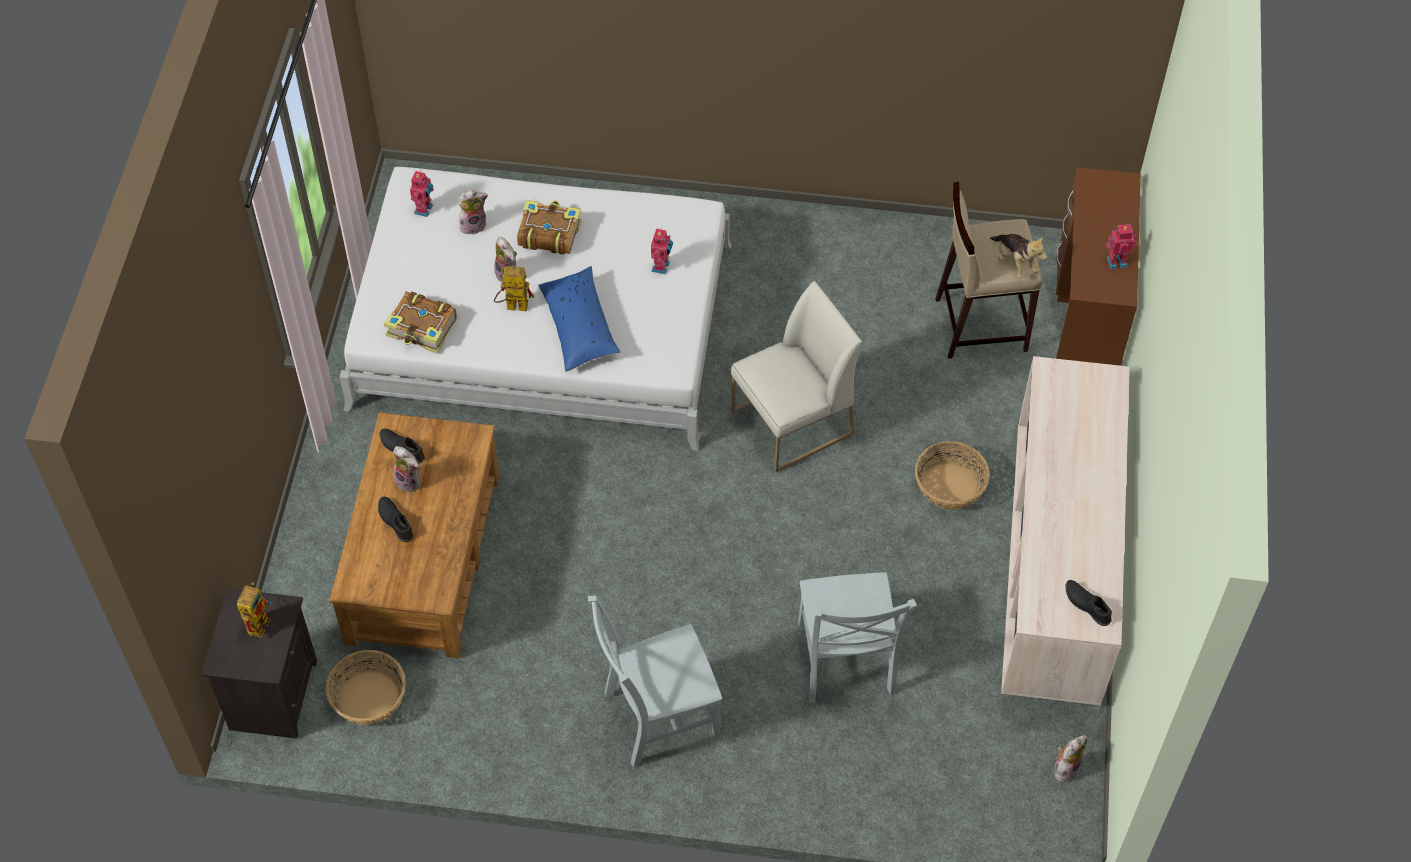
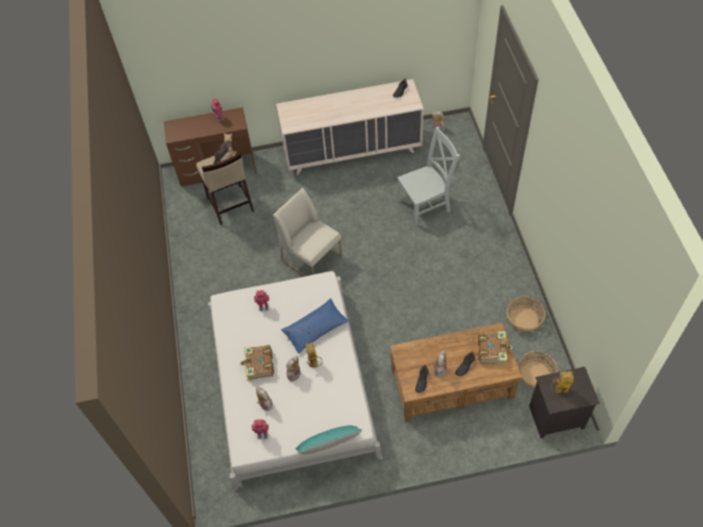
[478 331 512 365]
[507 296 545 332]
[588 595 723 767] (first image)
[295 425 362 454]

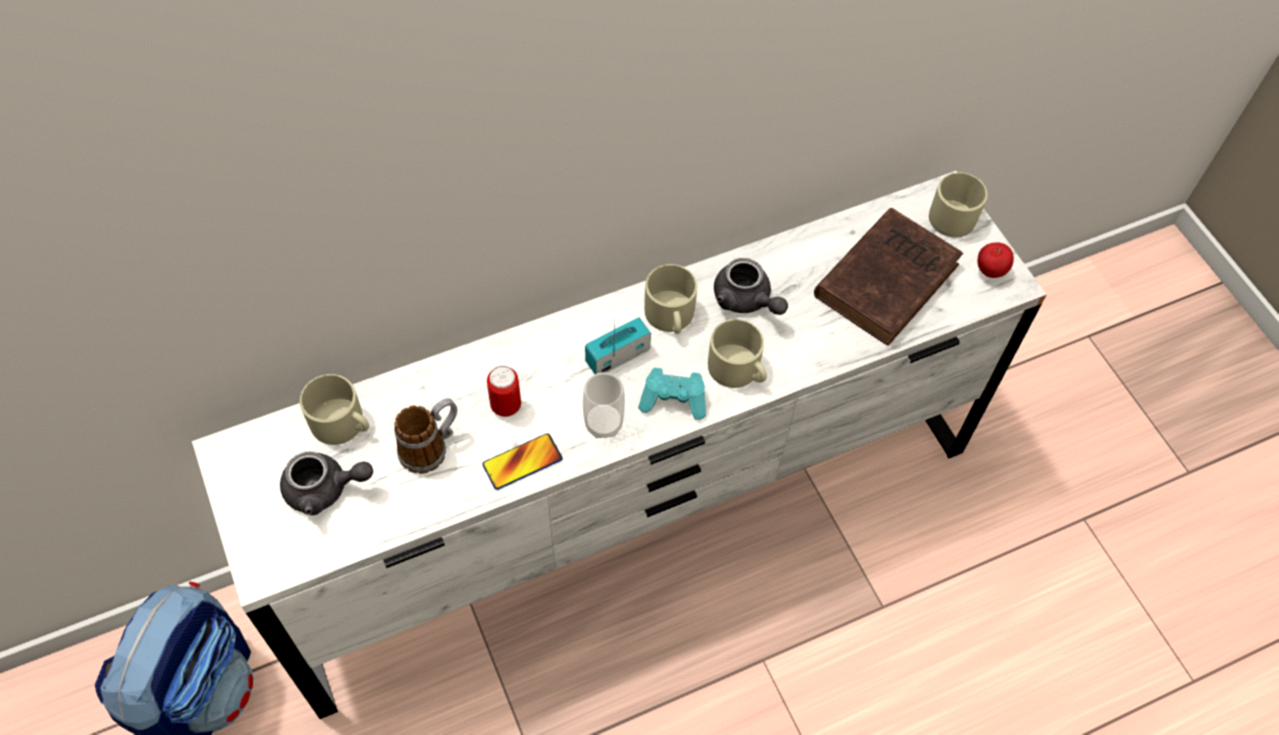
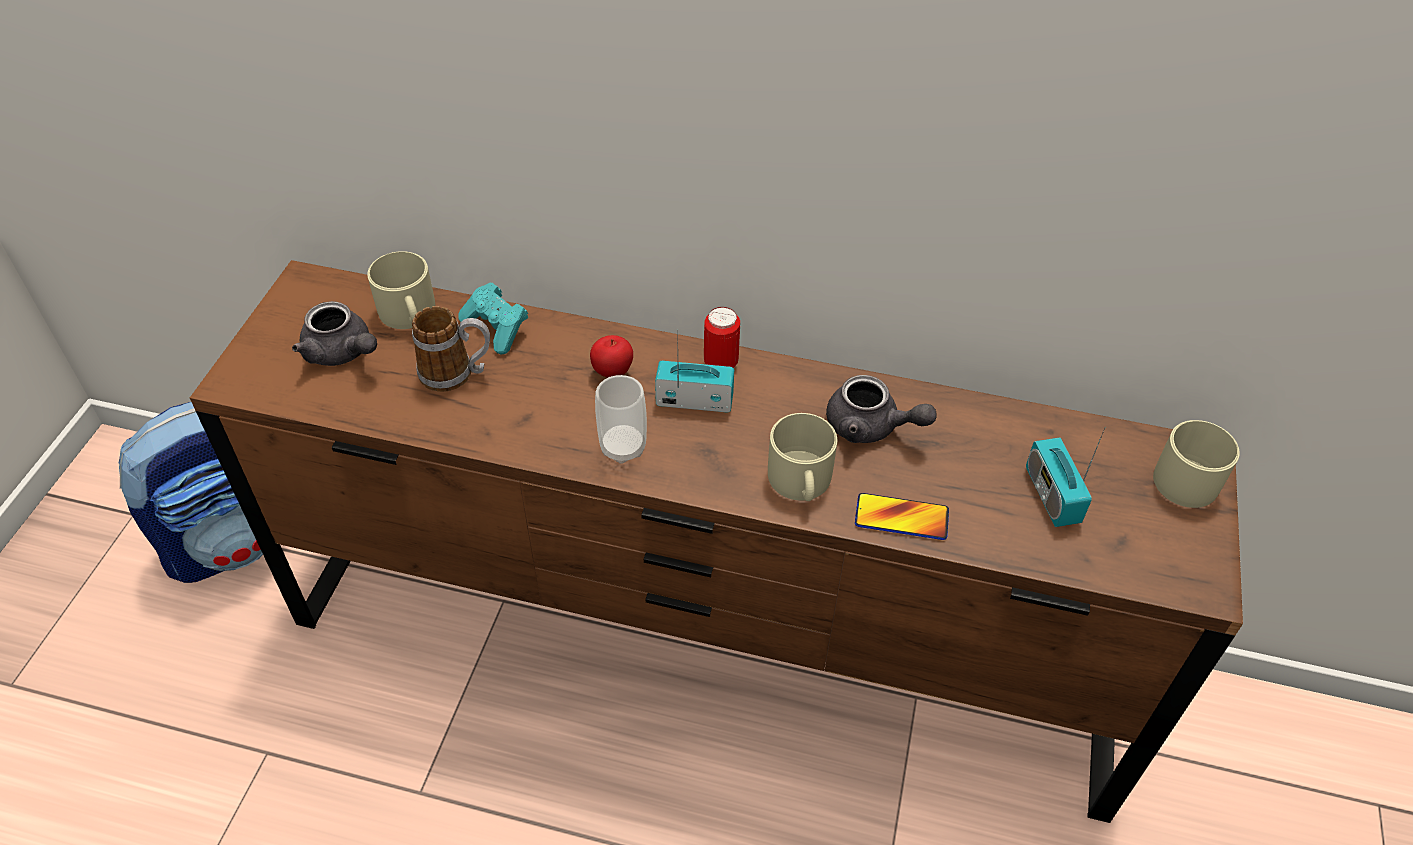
[190 260 1243 823]
[1026 428 1105 527]
[590 335 633 378]
[826 375 937 443]
[644 264 697 334] (first image)
[704 307 740 368]
[458 282 528 354]
[855 493 949 540]

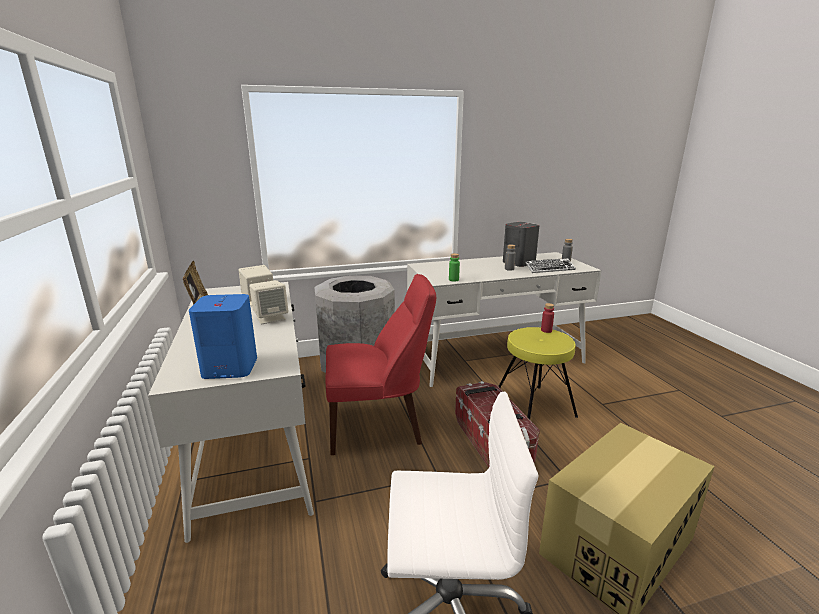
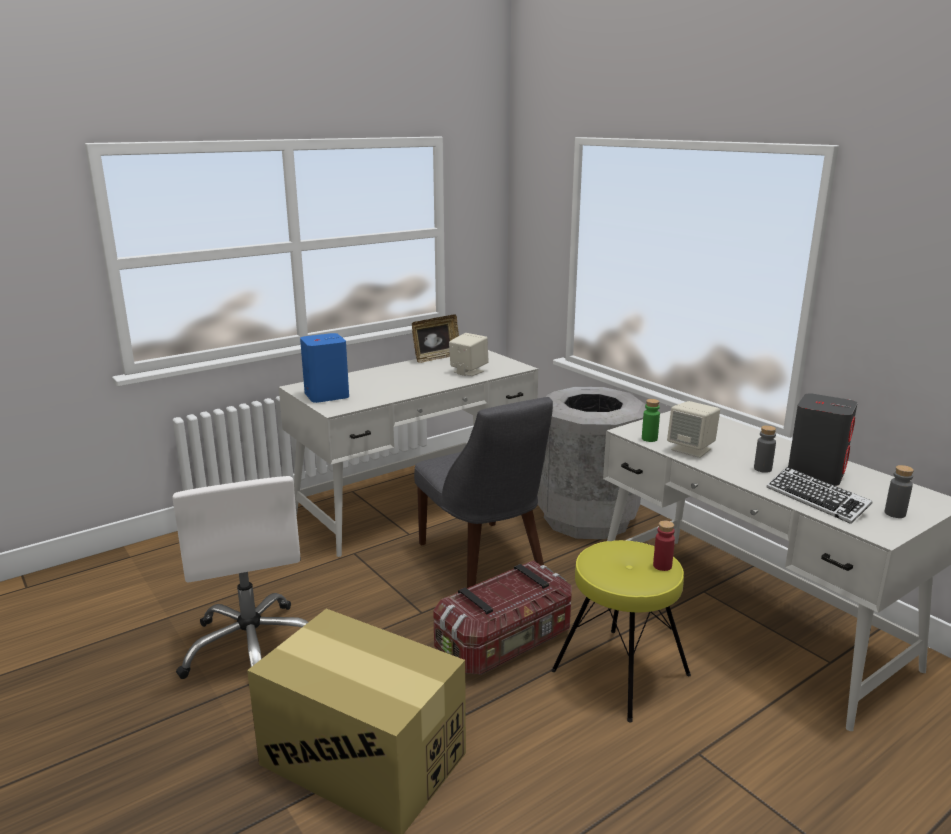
[414 397 553 588]
[667 401 720 458]

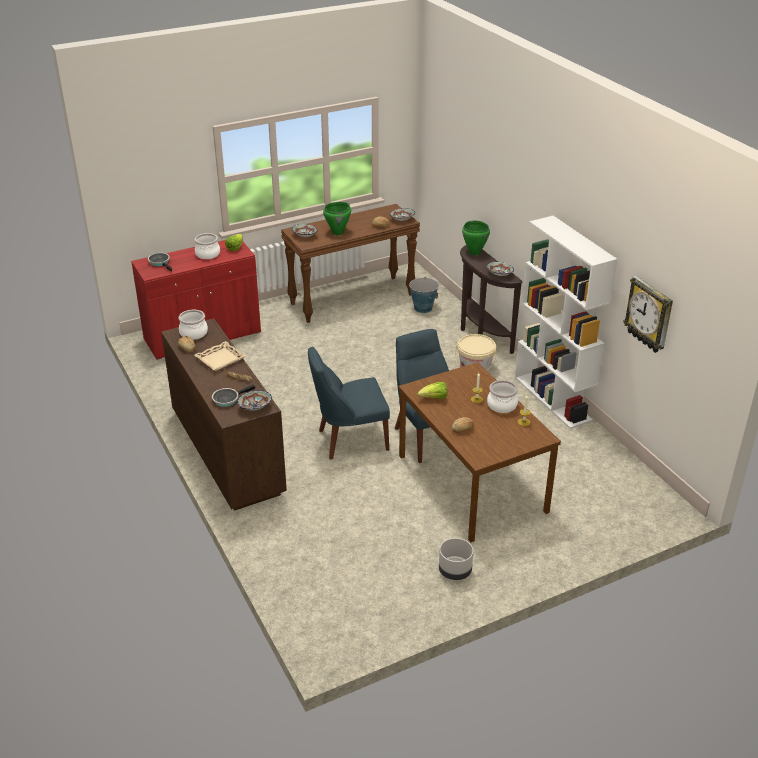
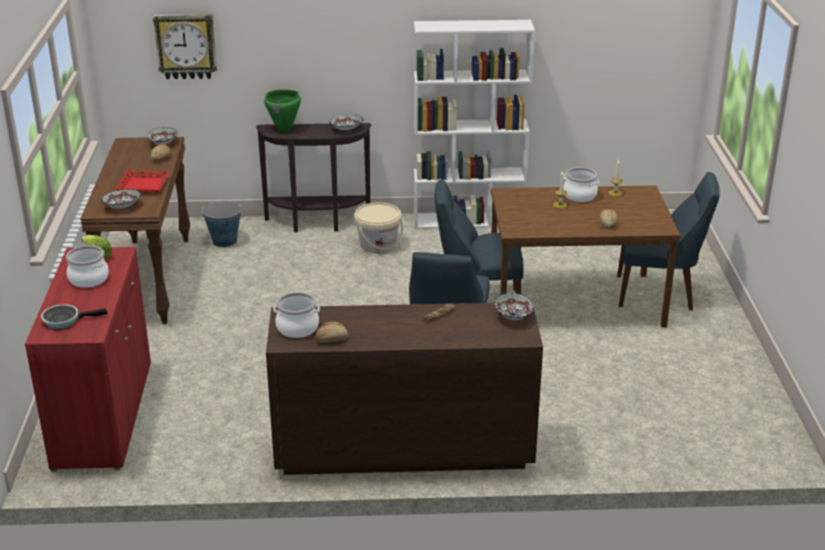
[115 170 170 193]
[153 14 217 79]
[195 341 246 371] (first image)
[417 382 447 399] (first image)
[212 384 255 407] (first image)
[439 538 473 580] (first image)
[617 172 720 310]

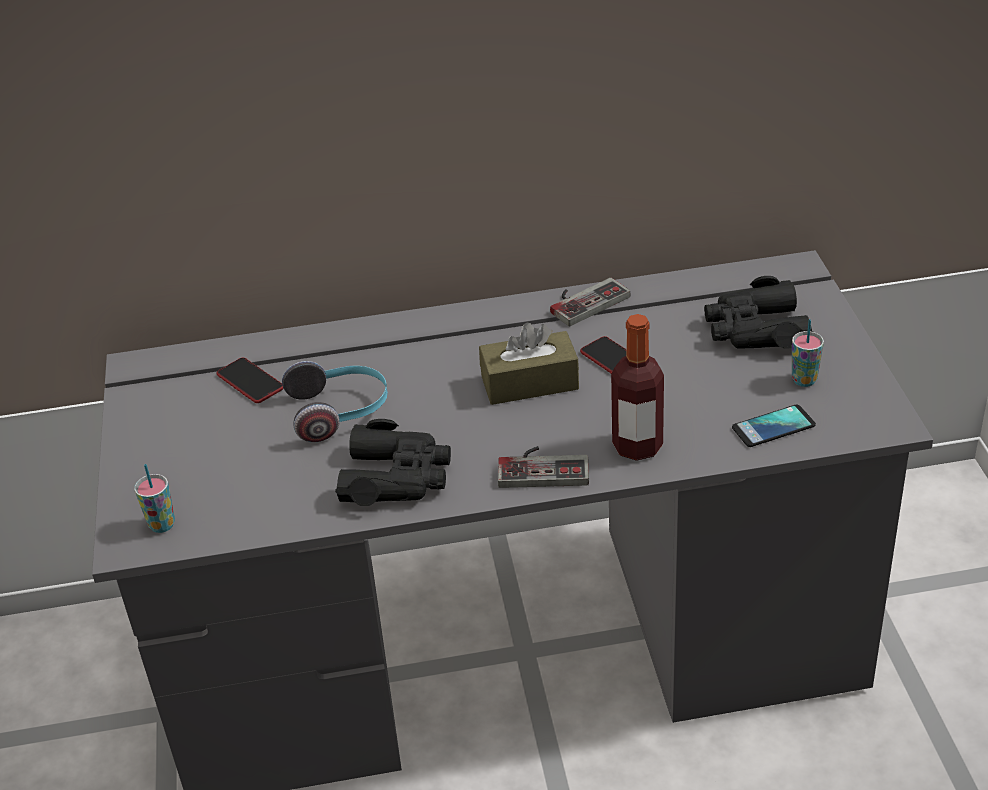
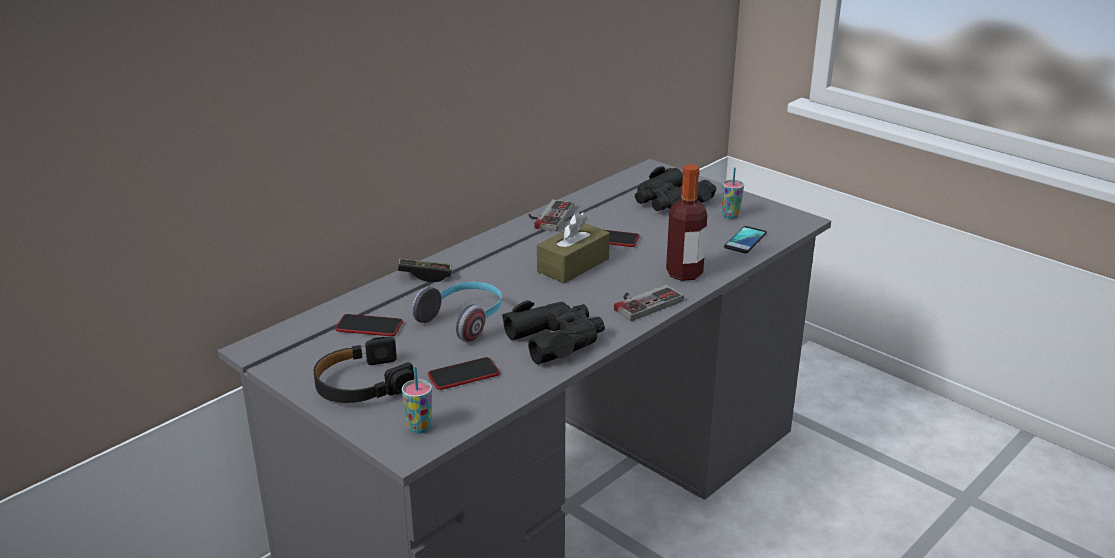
[397 258 452 282]
[314 337 414 403]
[428 357 500 390]

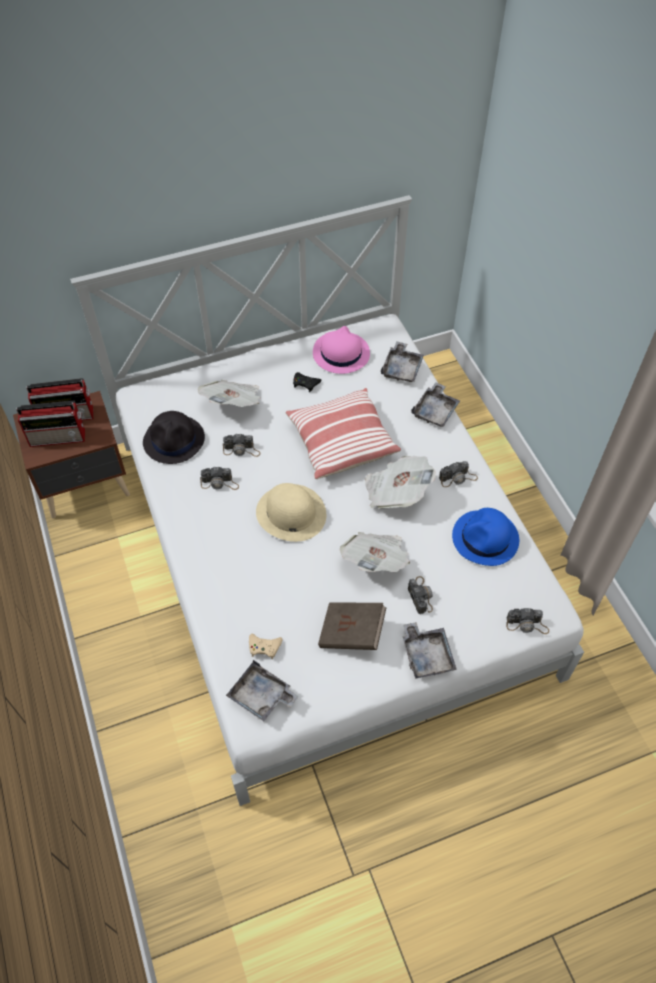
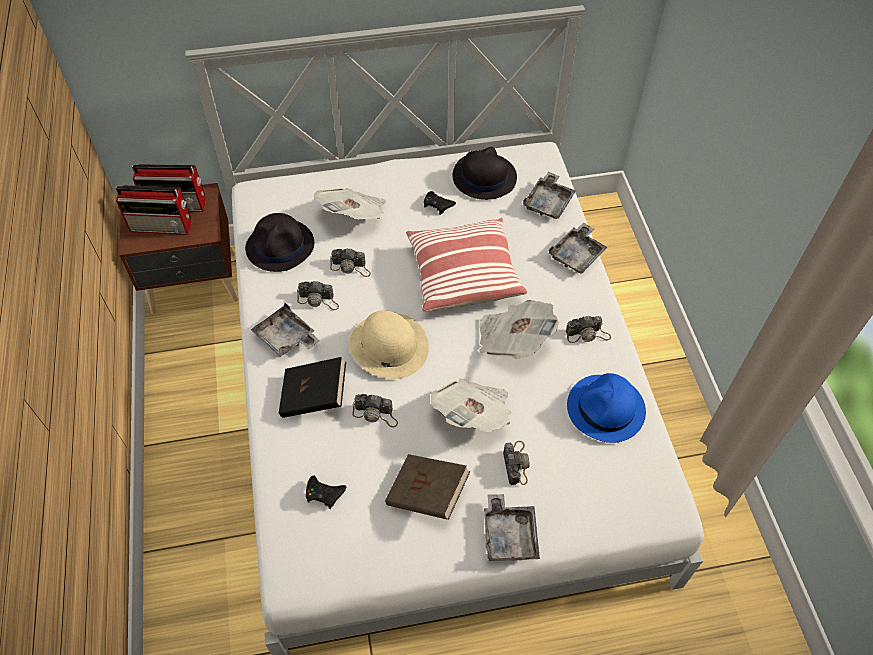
[452 147 517 200]
[353 394 398 428]
[306 475 347 509]
[251 303 320 357]
[279 357 346 418]

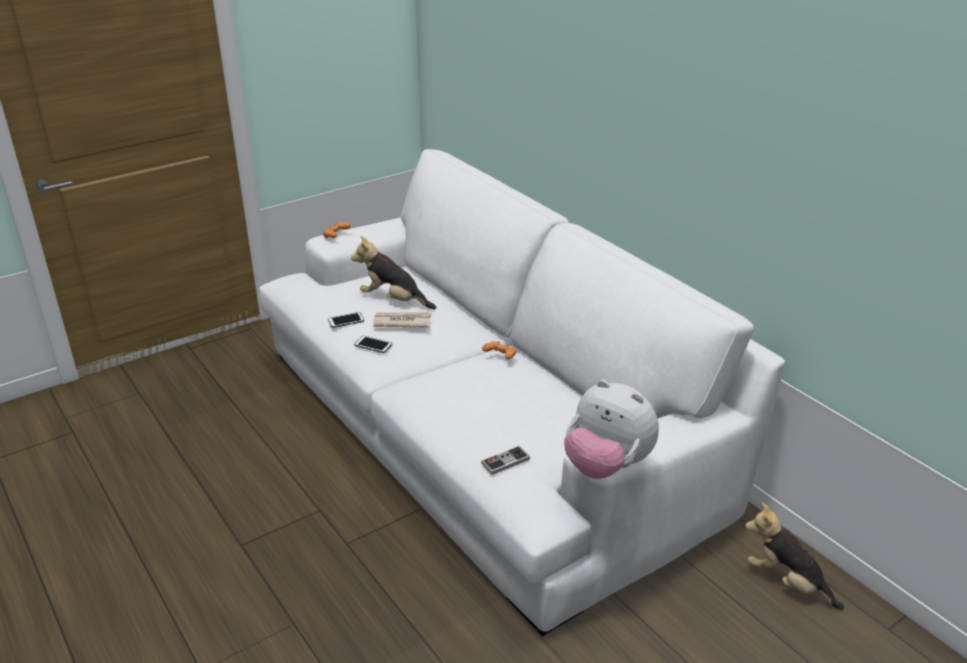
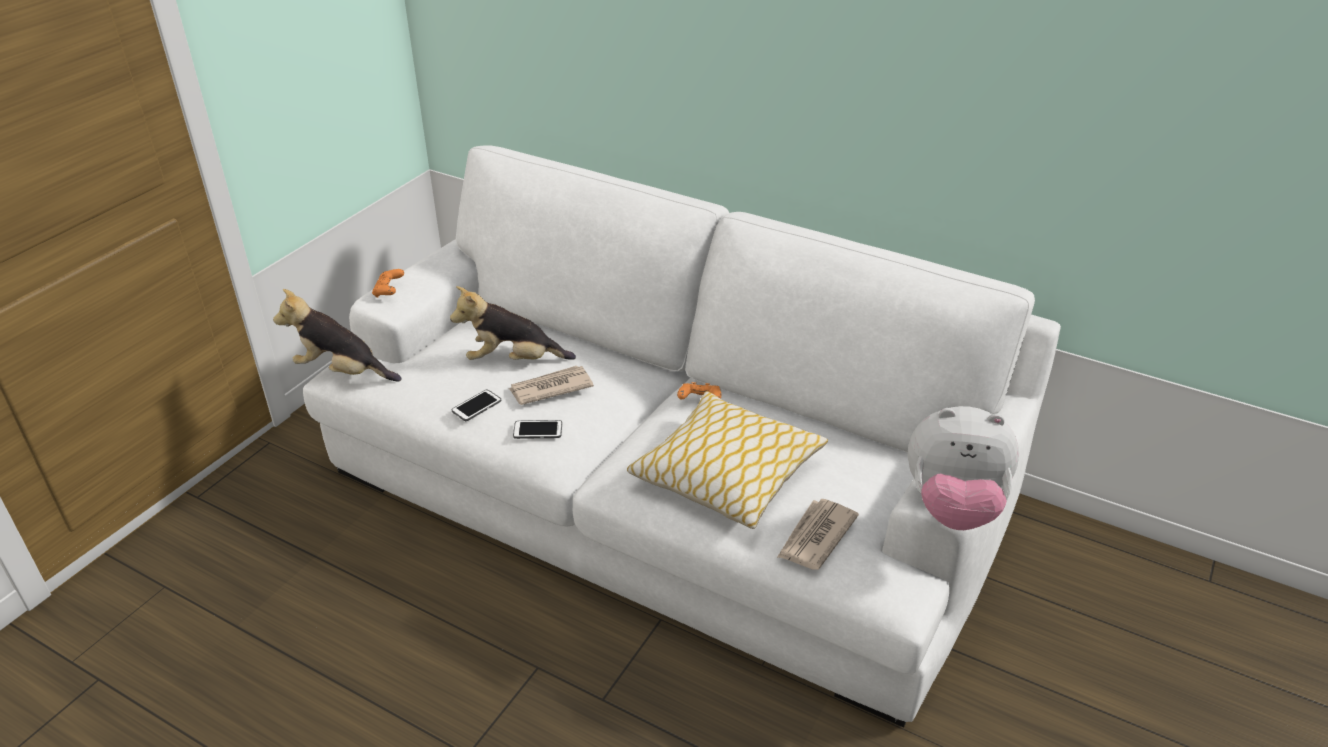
[777 499 859 570]
[273 289 402 382]
[627 391 828 529]

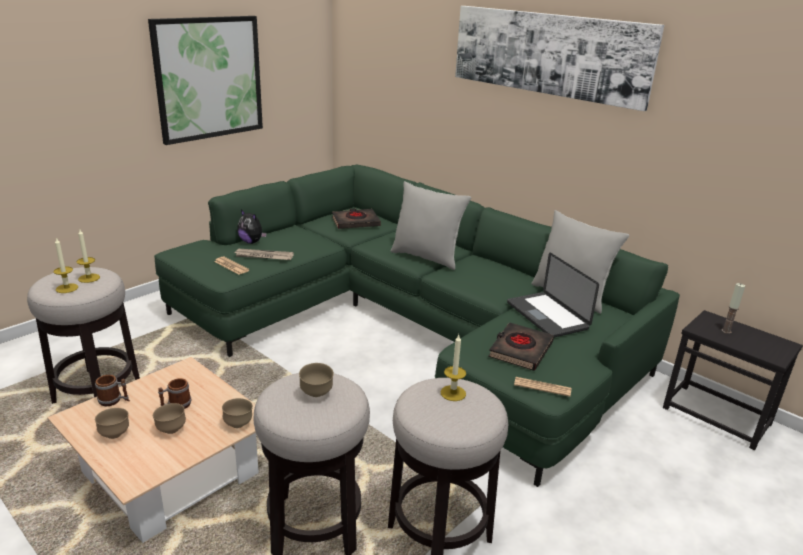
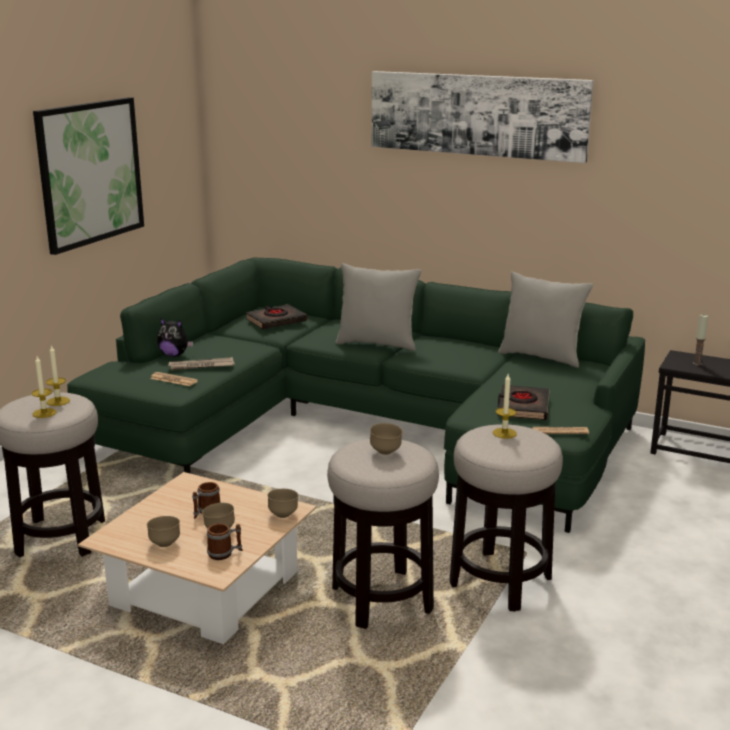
[507 253 599 338] (first image)
[207 523 243 560]

